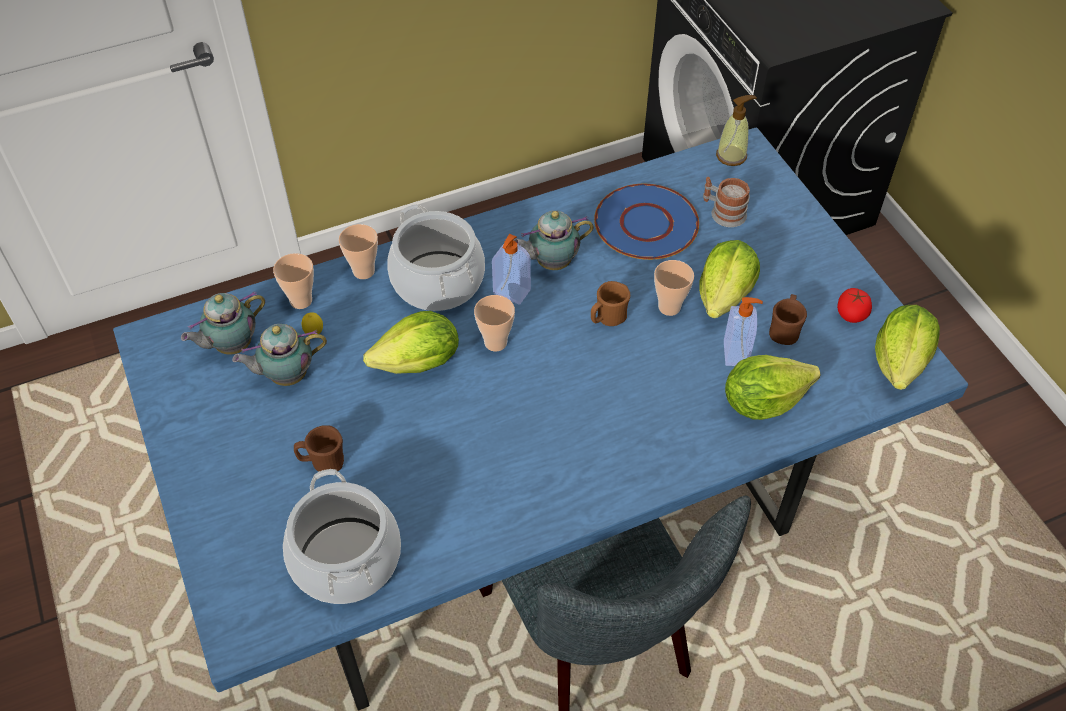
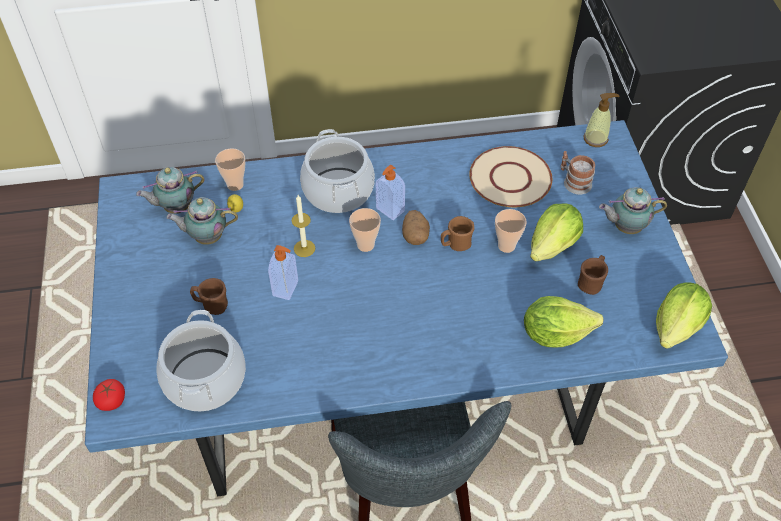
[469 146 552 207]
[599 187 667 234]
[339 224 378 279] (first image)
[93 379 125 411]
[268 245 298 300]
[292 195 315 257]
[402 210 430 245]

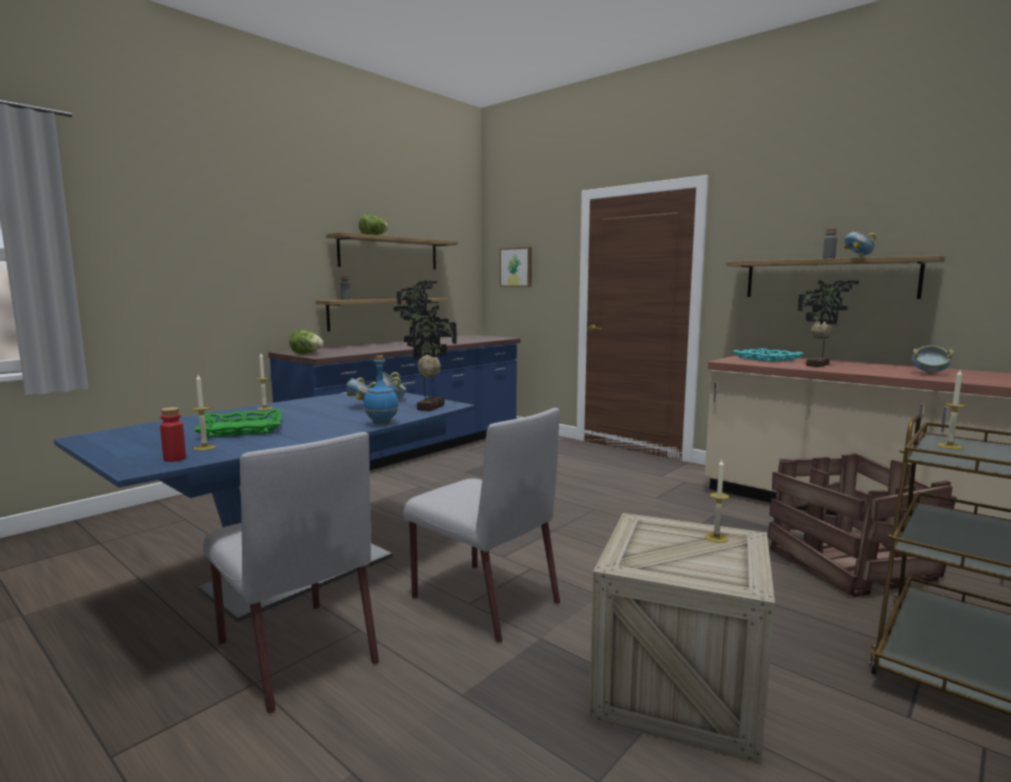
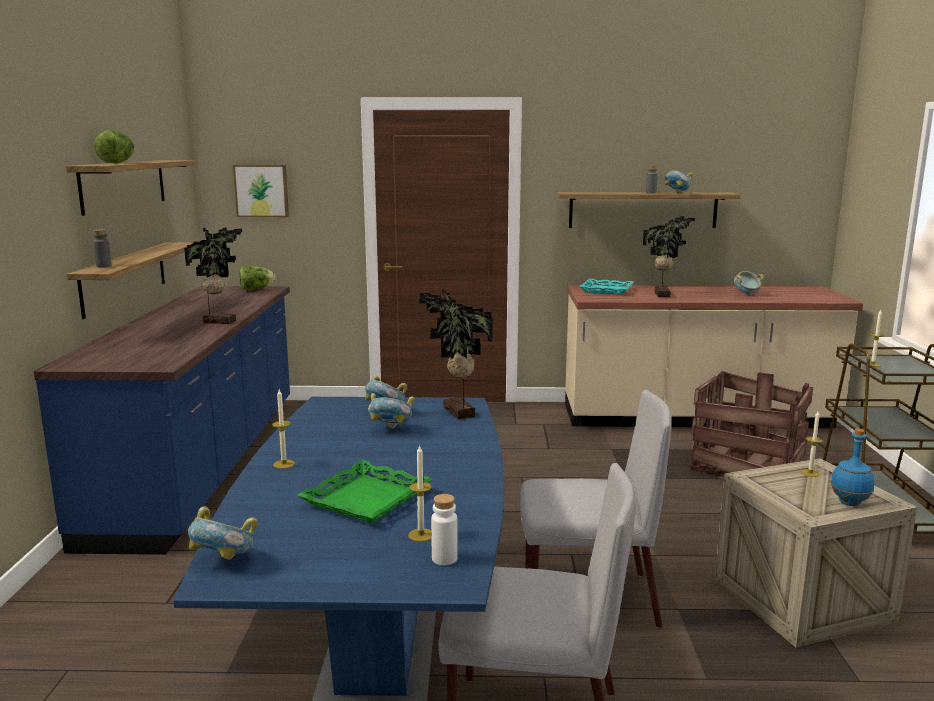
[239 265 275 290]
[831 428 875 506]
[431 494 458 565]
[188 506 257 560]

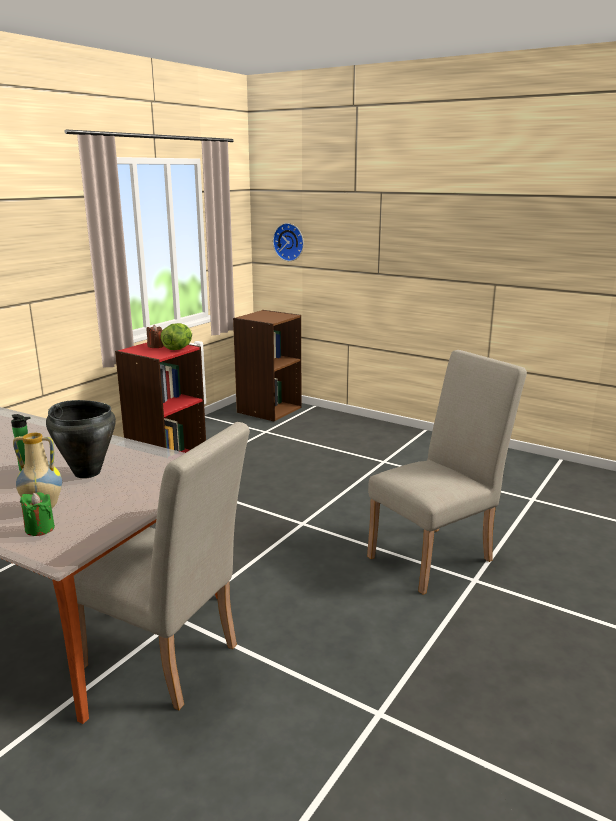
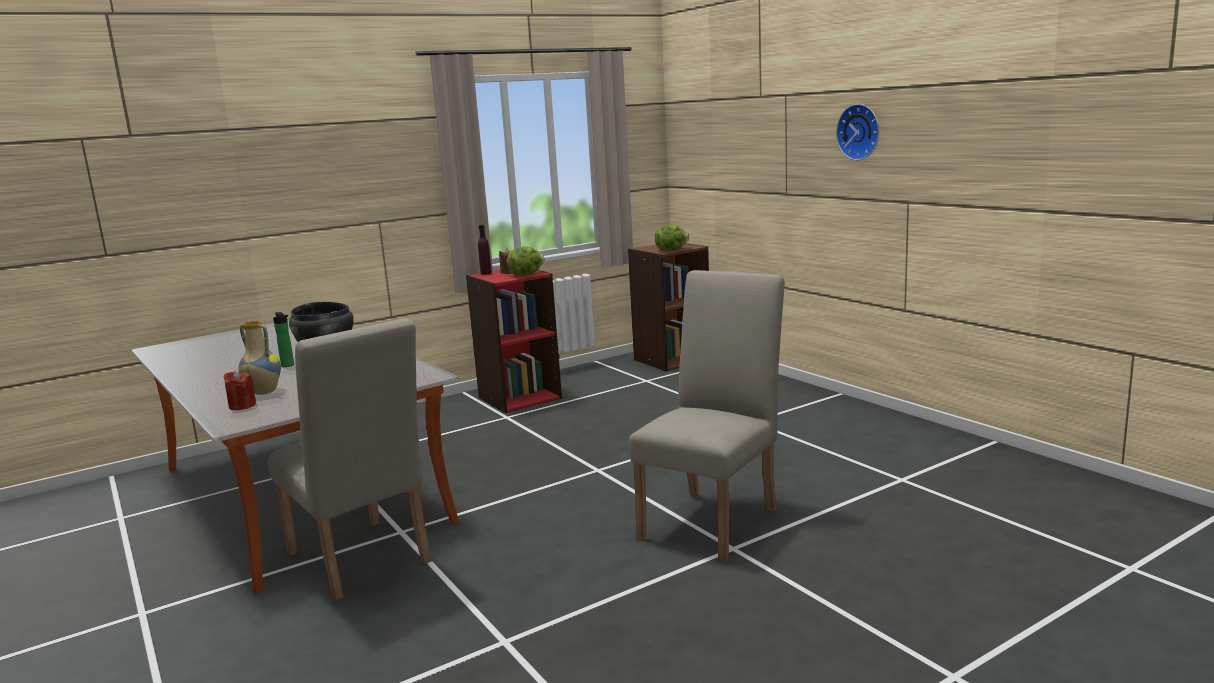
[836 104 879 161]
[629 270 785 562]
[224 371 256 410]
[478 225 492 275]
[655 225 689 251]

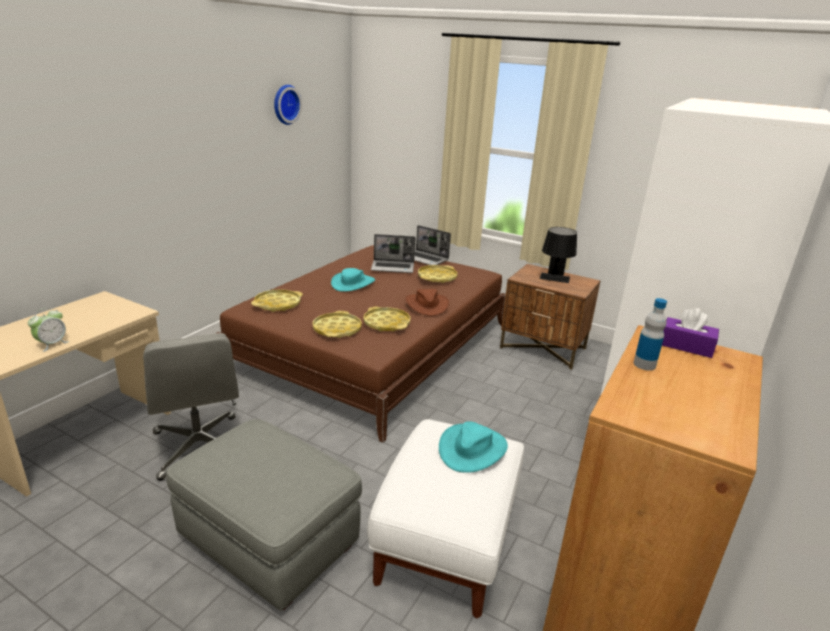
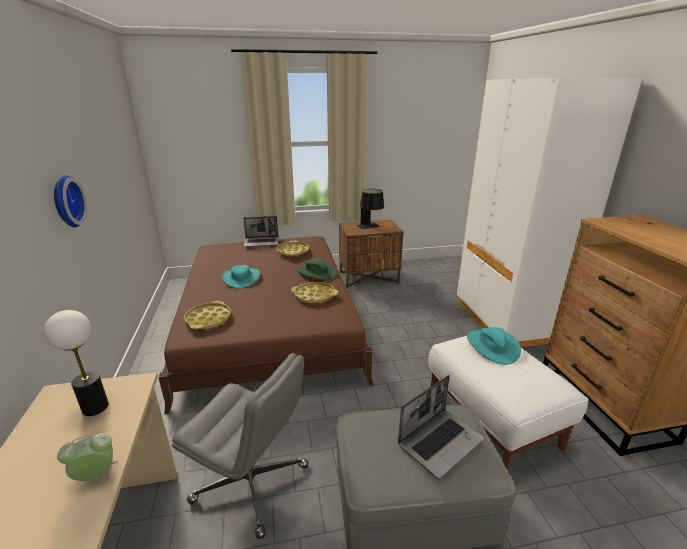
[54 175 87 227]
[398 375 484 479]
[297 258 337 280]
[633 298 667 370] (first image)
[57 433 118 481]
[662 308 719 358] (first image)
[313 311 362 338] (first image)
[44 310 109 416]

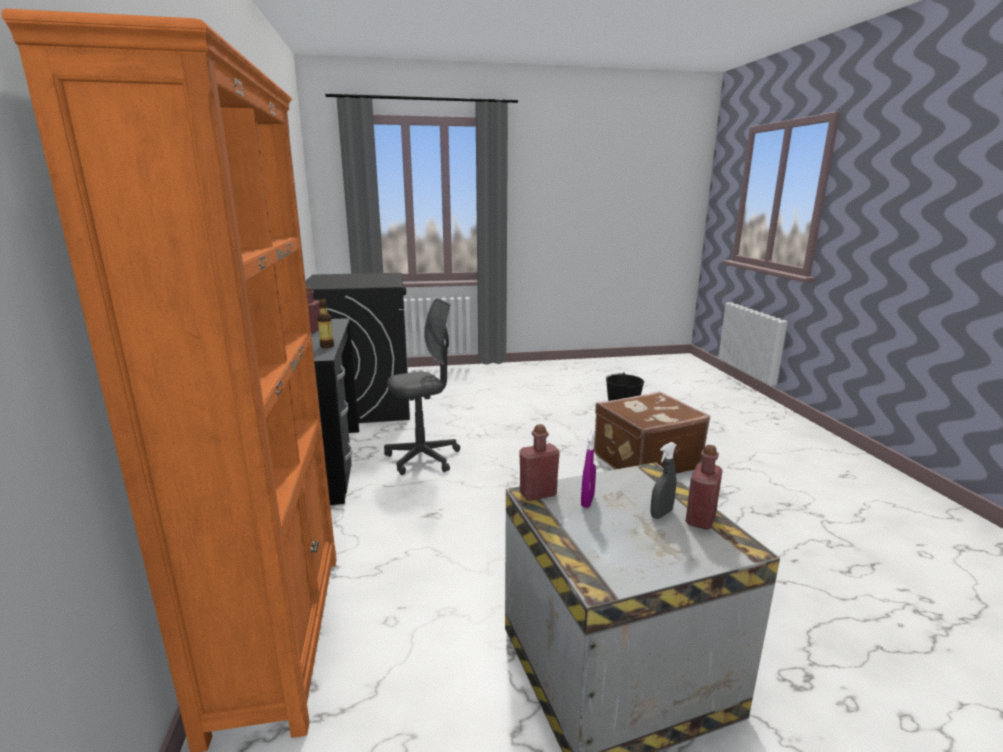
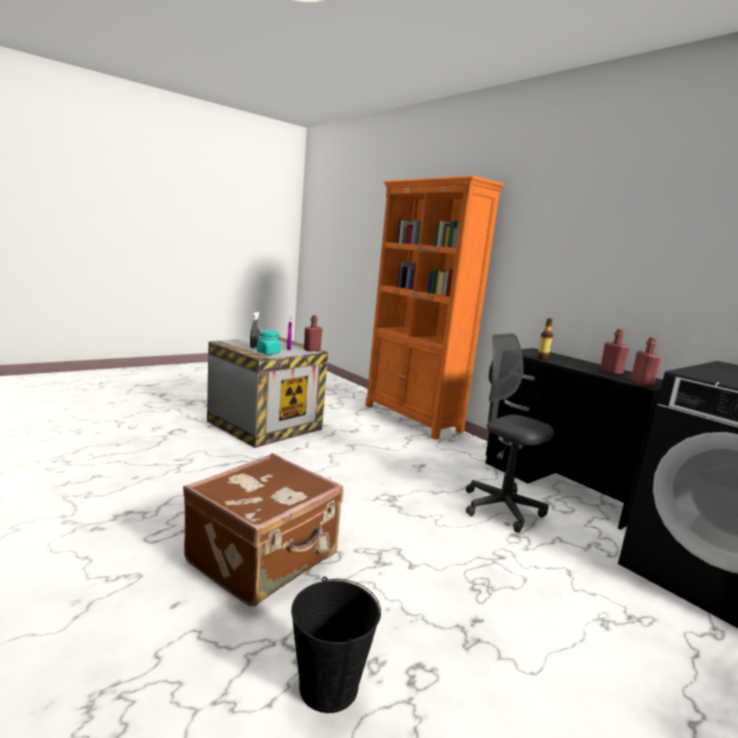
[466 333 554 533]
[631 337 661 387]
[257 330 281 355]

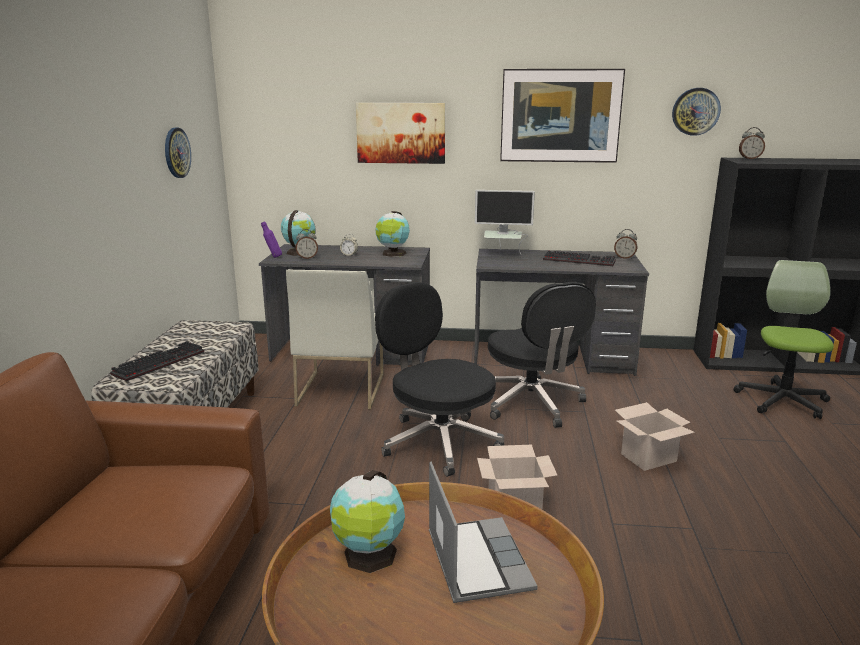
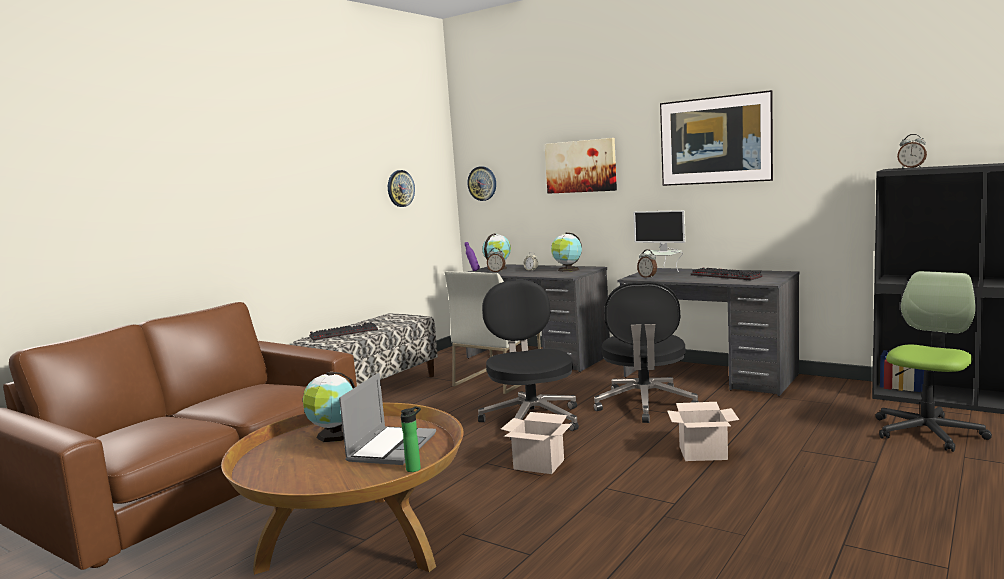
[467 166 496 201]
[637 249 657 278]
[401 406 421 472]

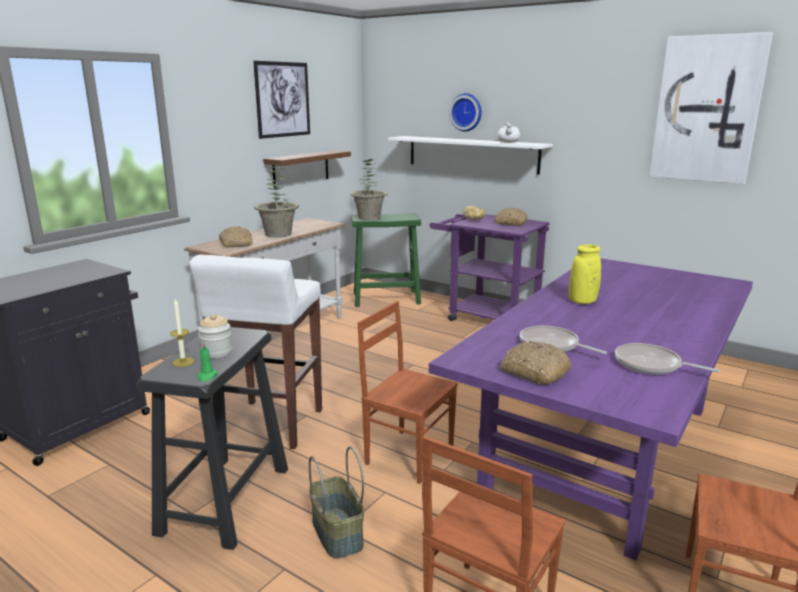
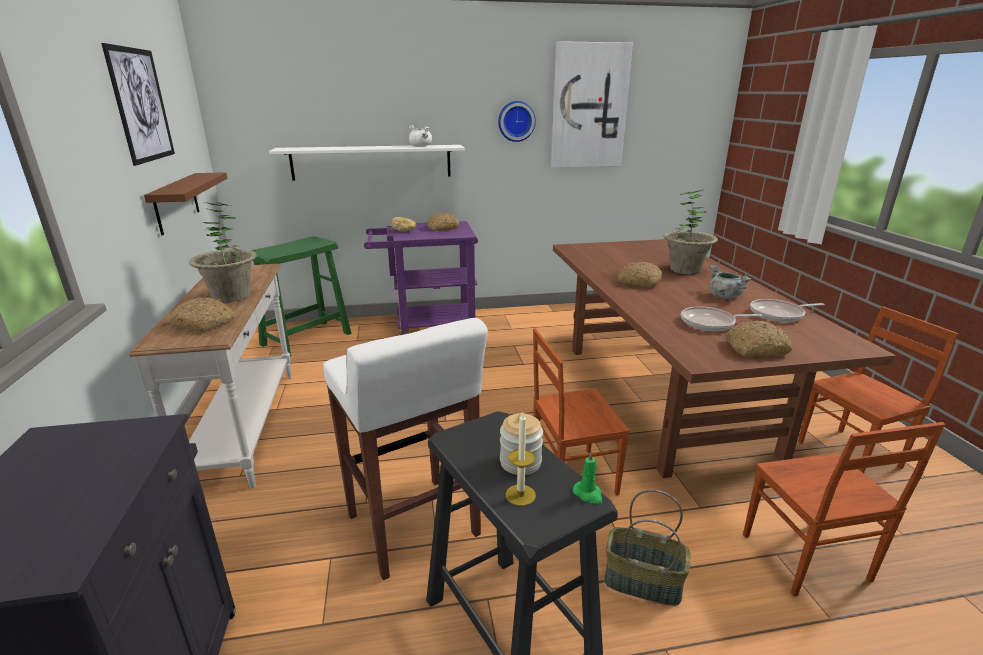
[498 101 536 142]
[663 189 718 274]
[618 262 662 288]
[553 239 896 478]
[709 265 751 299]

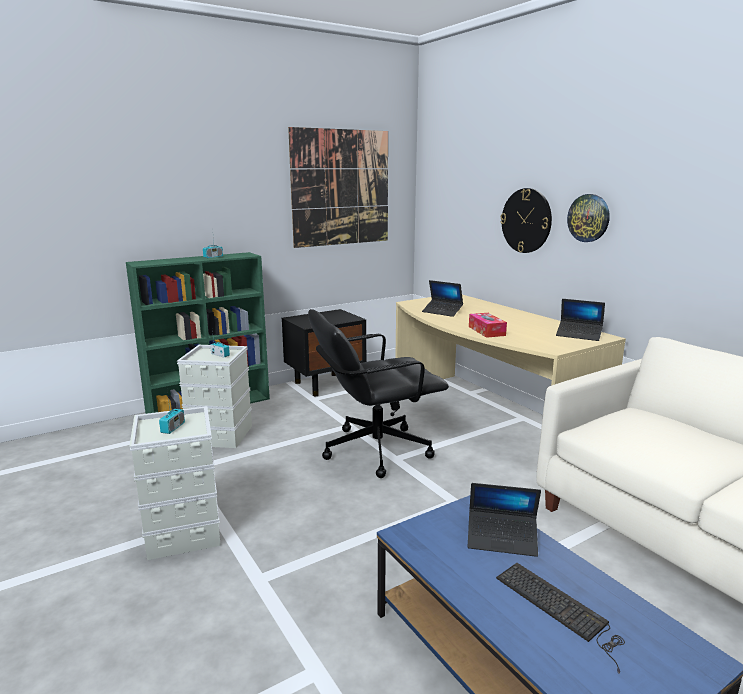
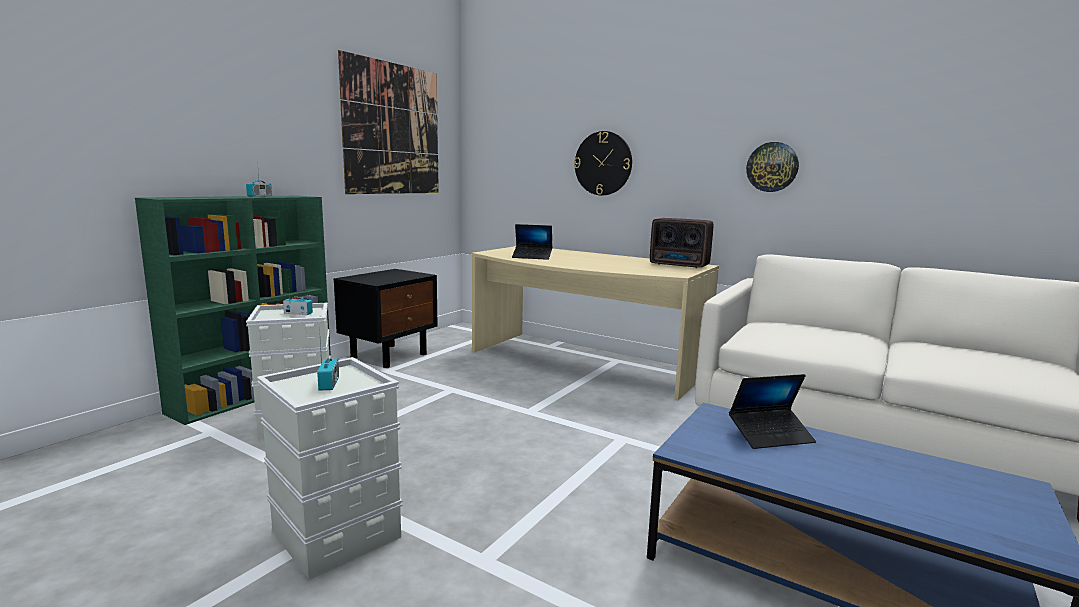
[746 142 799 192]
[650 218 713 268]
[308 309 449 478] (first image)
[469 313 507 338] (first image)
[496 563 625 674] (first image)

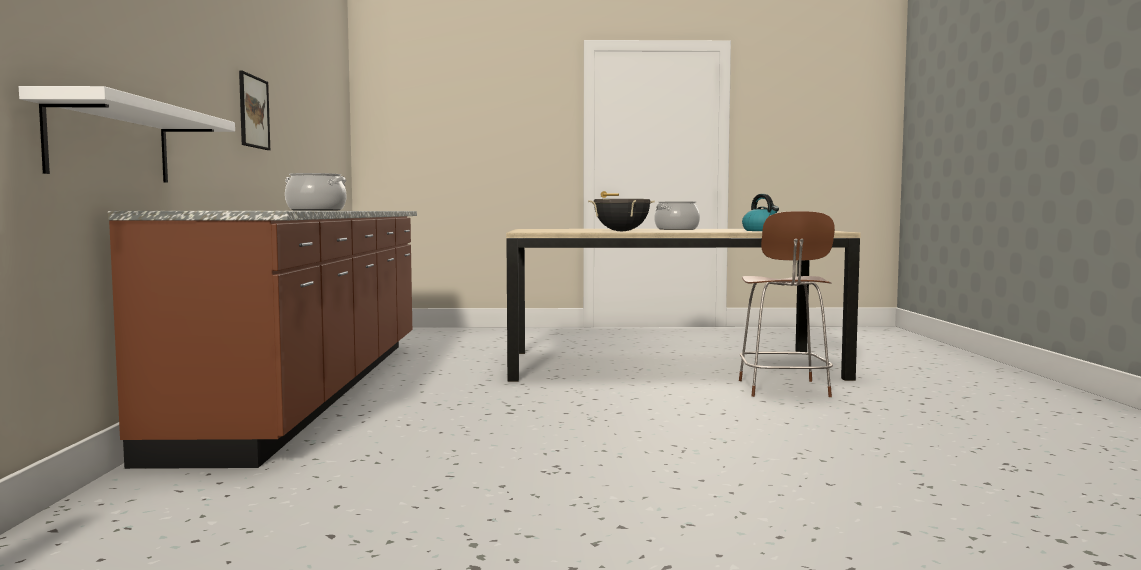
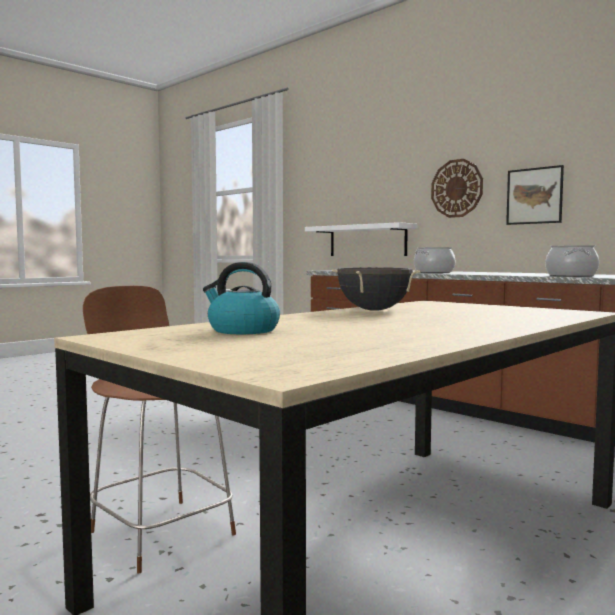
[545 245 599 277]
[431 159 483 218]

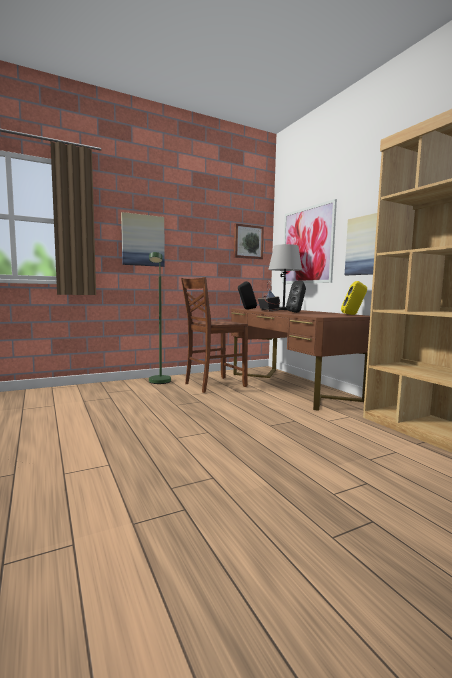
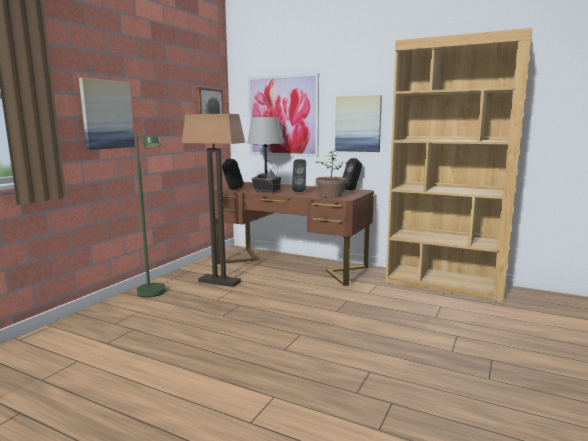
[182 114 245 287]
[343 158 362 190]
[316 151 347 198]

